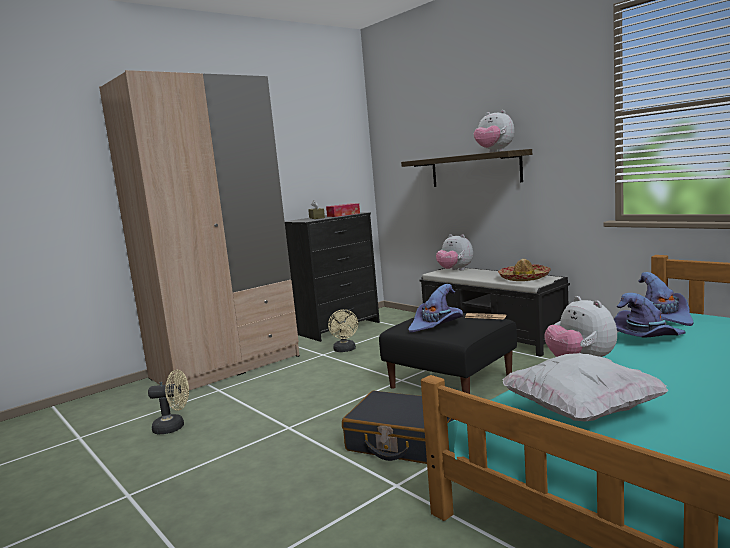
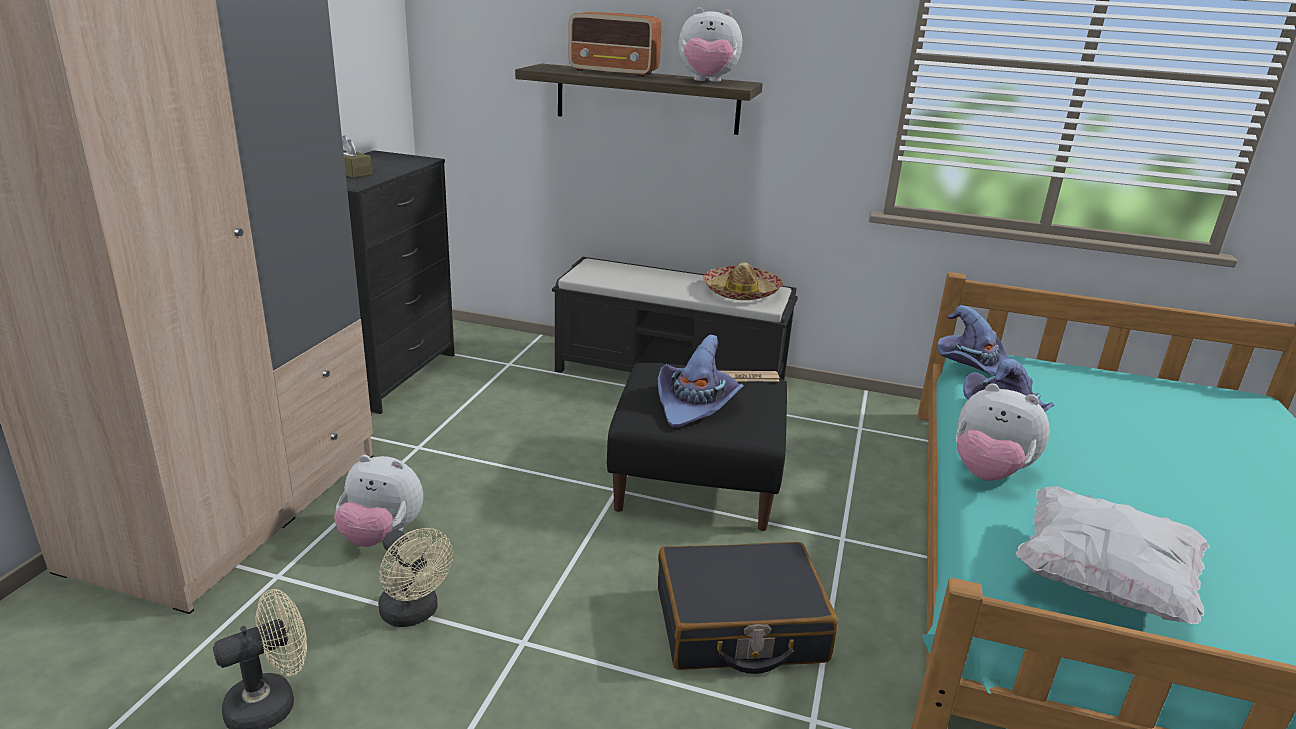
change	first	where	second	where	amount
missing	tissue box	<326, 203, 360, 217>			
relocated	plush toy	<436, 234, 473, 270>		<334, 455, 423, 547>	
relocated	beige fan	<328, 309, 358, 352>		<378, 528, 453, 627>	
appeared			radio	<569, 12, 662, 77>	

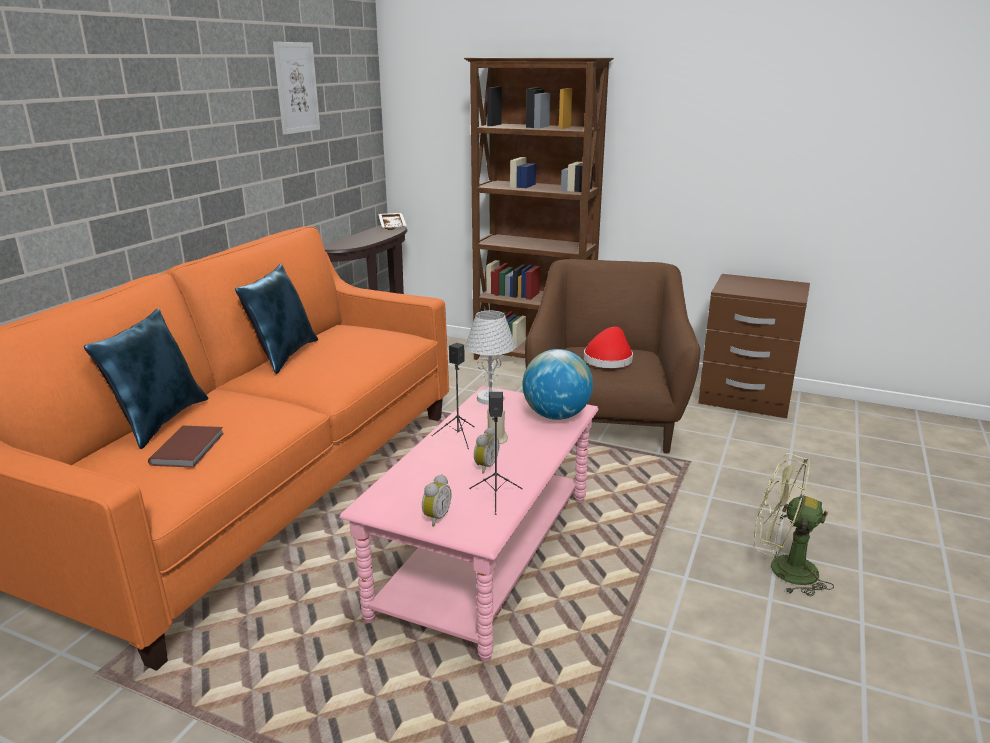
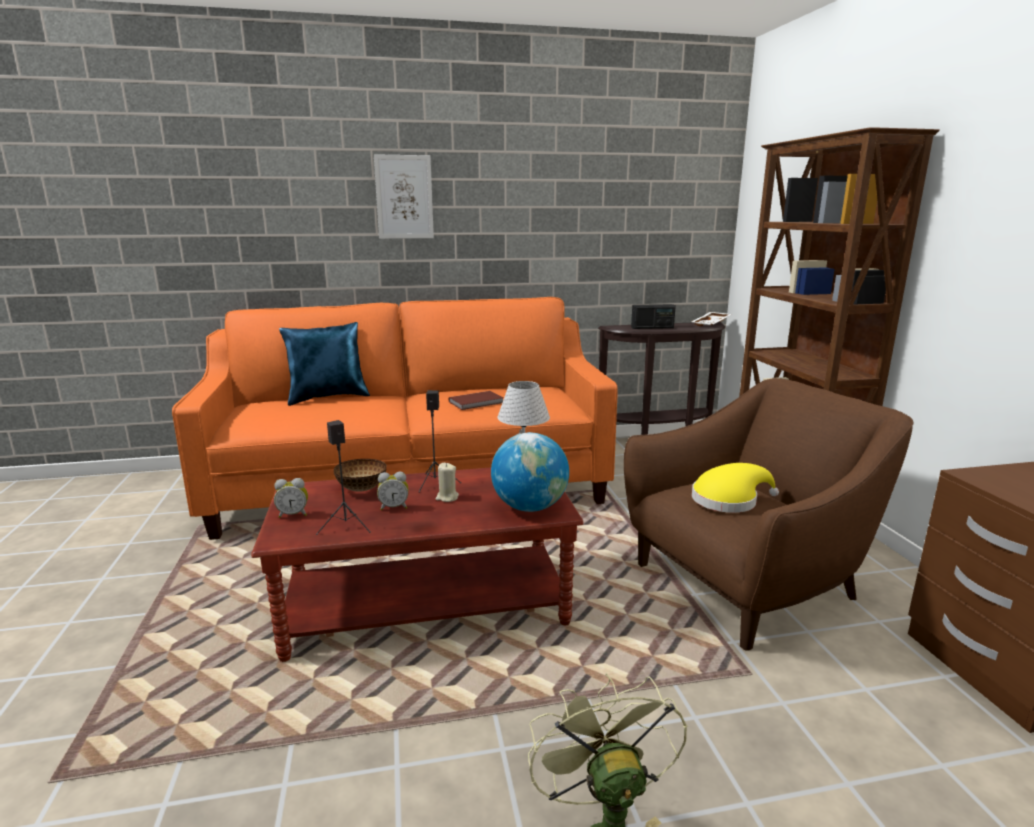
change	first	where	second	where	amount
relocated	picture	<273, 42, 320, 135>		<374, 154, 434, 239>	
missing	blue pillow	<235, 264, 318, 374>			
colour	red hat	<584, 327, 633, 368>	yellow hat	<692, 463, 779, 513>	
colour	pink coffee table	<340, 386, 598, 661>	brown coffee table	<251, 467, 583, 662>	
relocated	brown book	<148, 426, 224, 468>		<449, 391, 504, 410>	
appeared			radio	<631, 304, 676, 329>	
appeared			bowl	<334, 459, 386, 492>	

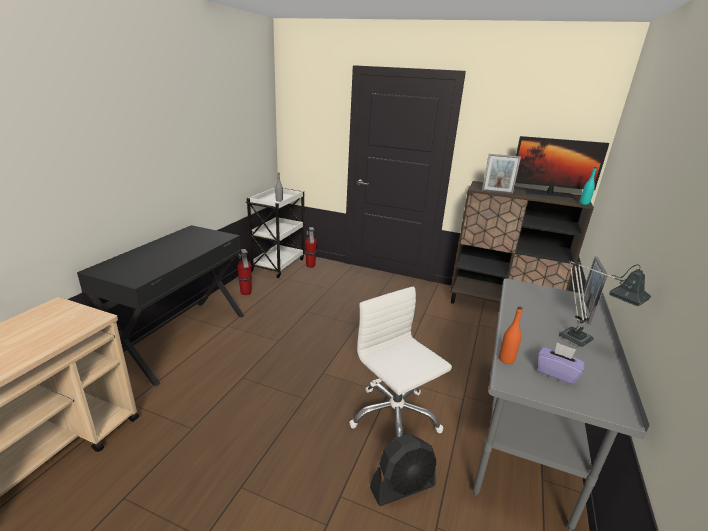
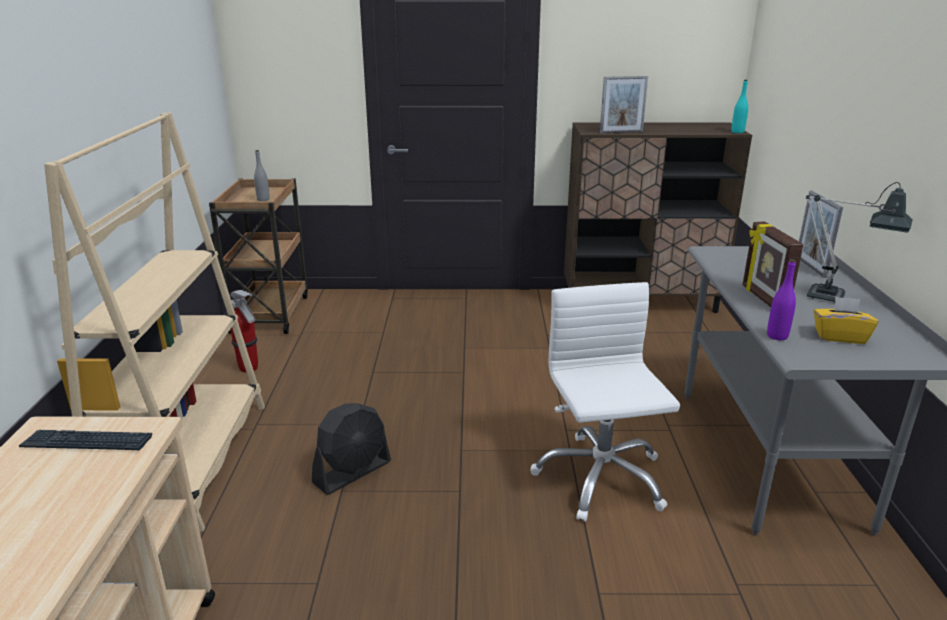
change	first	where	second	where	amount
missing	monitor	<515, 136, 609, 200>			
colour	white cart	<246, 188, 304, 278>	brown cart	<209, 178, 308, 334>	
exchanged	black desk	<77, 225, 244, 386>	beige bookcase	<44, 112, 265, 532>	
missing	fire extinguisher	<305, 227, 317, 268>			
spun	white office chair	<349, 286, 452, 438>		<531, 282, 680, 522>	45 degrees clockwise
colour	orange bottle	<499, 306, 522, 364>	purple bottle	<767, 259, 796, 340>	
colour	purple tissue box	<538, 342, 585, 385>	yellow tissue box	<814, 296, 879, 344>	
relocated	black fan	<370, 434, 436, 506>		<312, 403, 391, 495>	
appeared			picture frame	<742, 221, 803, 307>	
appeared			keyboard	<19, 430, 152, 450>	

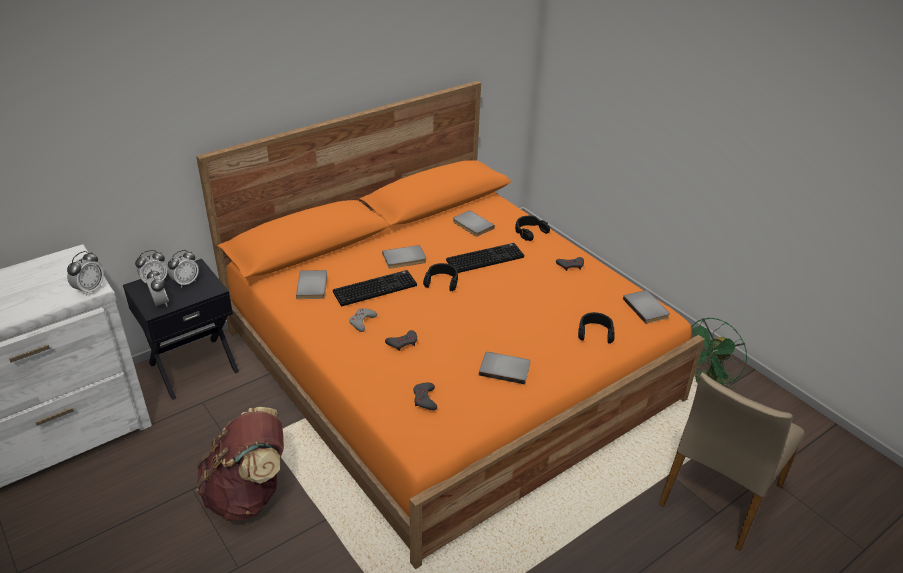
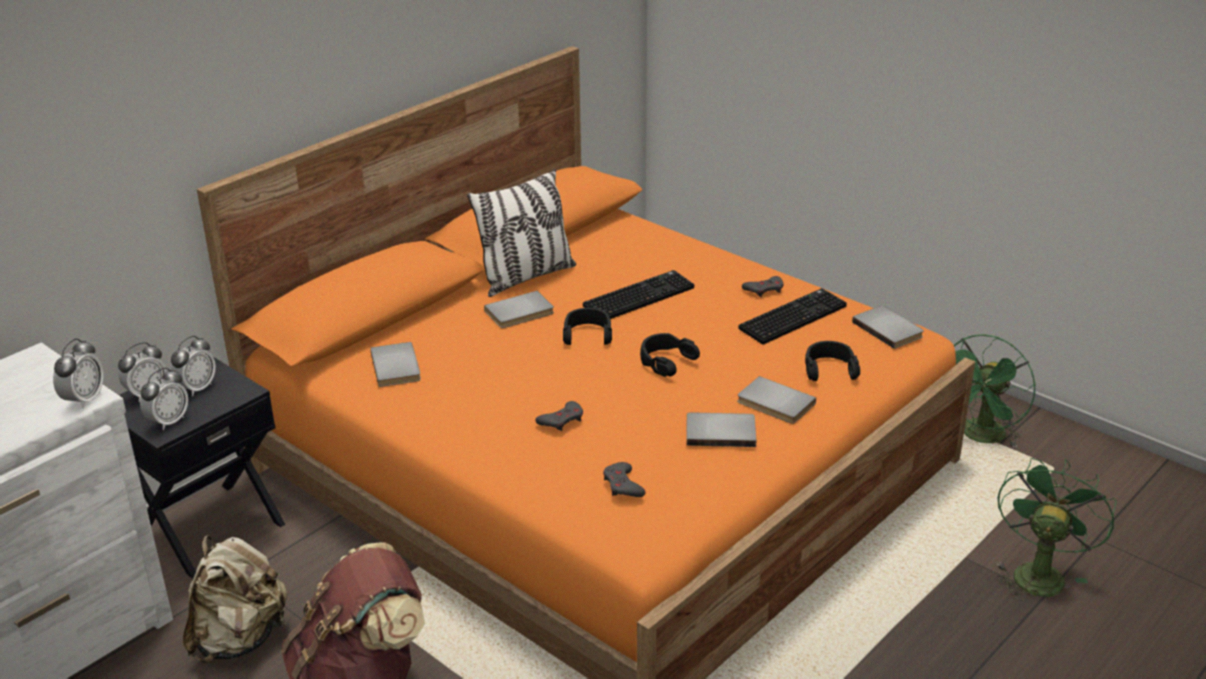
change	first	where	second	where	amount
relocated	grey book	<453, 210, 495, 237>		<737, 376, 816, 424>	
relocated	black headphones	<515, 216, 550, 241>		<640, 333, 700, 377>	
spun	alarm clock	<146, 269, 169, 306>		<140, 368, 188, 430>	75 degrees clockwise
relocated	keyboard	<333, 270, 417, 306>		<738, 288, 847, 345>	
missing	grey game controller	<349, 308, 377, 332>			
exchanged	beige chair	<659, 373, 805, 551>	green fan	<996, 458, 1116, 601>	
appeared			pillow	<467, 169, 576, 297>	
appeared			beige backpack	<183, 535, 287, 663>	

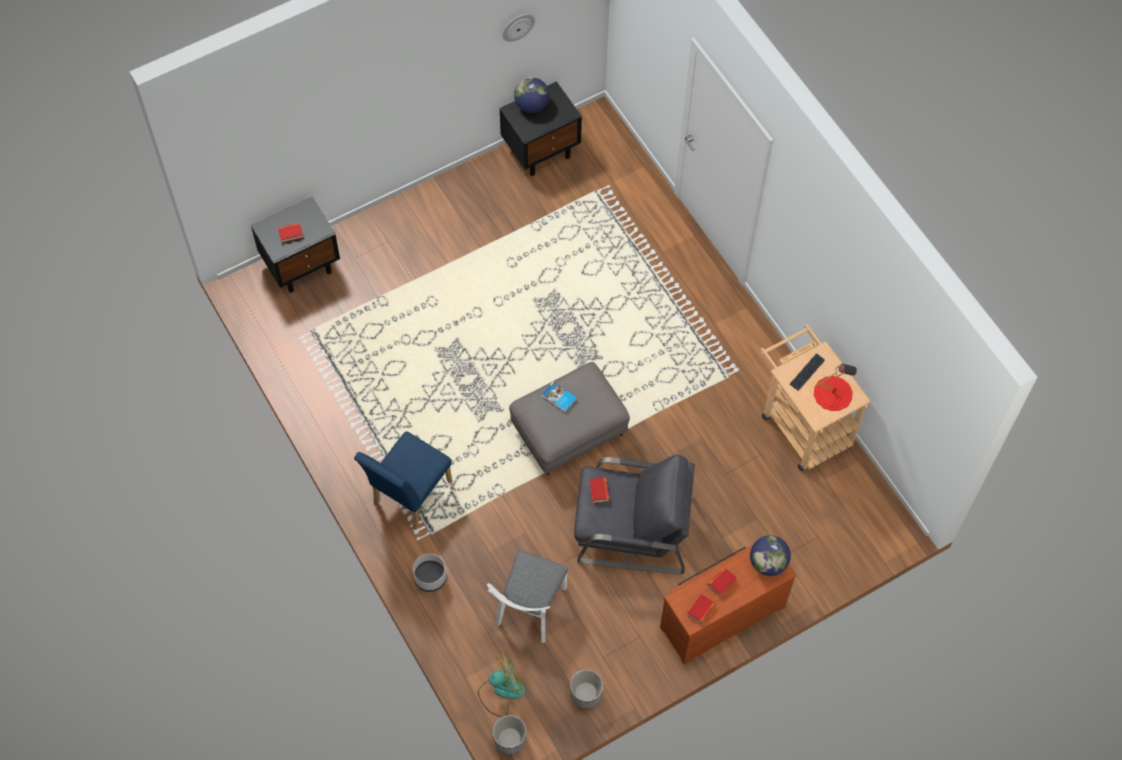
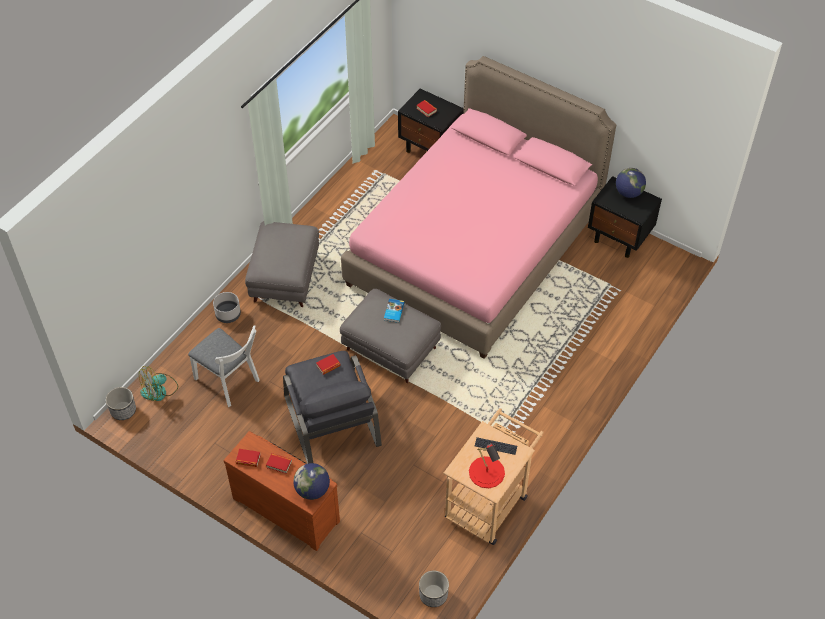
change	first	where	second	where	amount
missing	wall clock	<503, 14, 535, 42>			
exchanged	blue chair	<354, 431, 453, 530>	grey ottoman	<245, 221, 319, 307>	
spun	white chair	<487, 550, 568, 643>		<188, 325, 260, 407>	135 degrees counterclockwise
spun	fan	<478, 652, 525, 717>		<139, 366, 178, 401>	105 degrees clockwise
relocated	planter	<570, 669, 603, 709>		<419, 571, 449, 607>	
appeared			pink bed	<341, 56, 616, 359>	

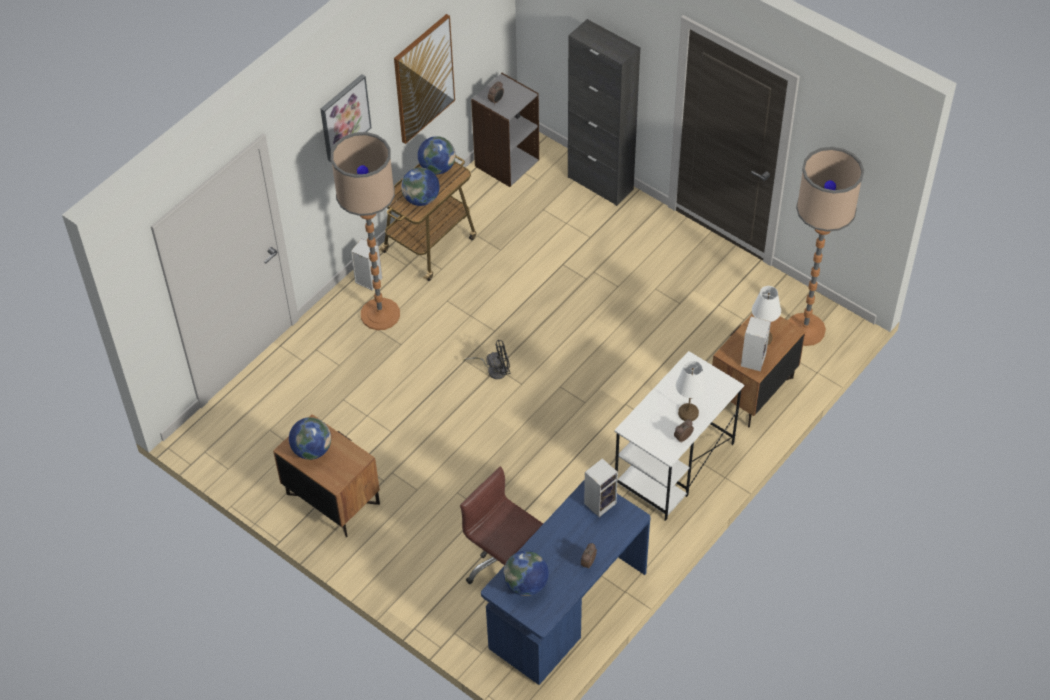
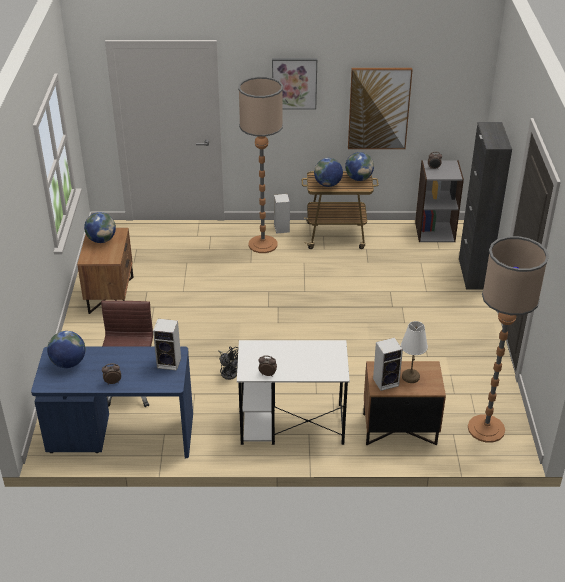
change	first	where	second	where	amount
relocated	black fan	<464, 340, 511, 379>		<218, 347, 238, 380>	
missing	white table lamp	<676, 361, 707, 421>			

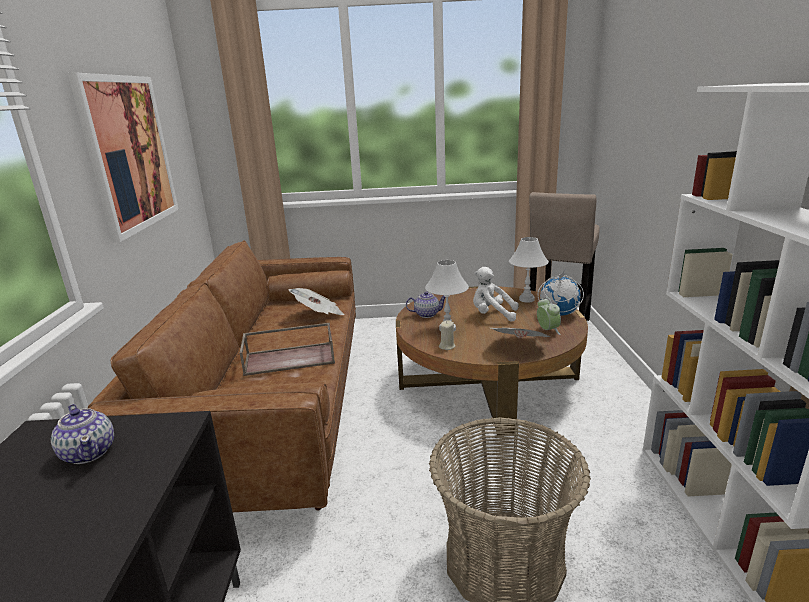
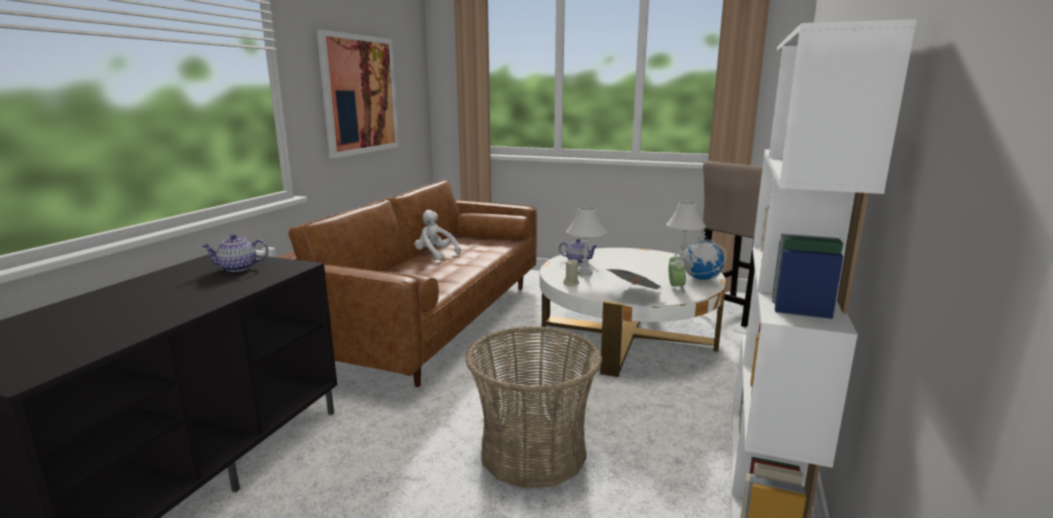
change	first	where	second	where	amount
relocated	white plush toy	<473, 267, 519, 322>		<414, 210, 461, 260>	
colour	brown coffee table	<396, 286, 588, 435>	white coffee table	<540, 248, 726, 377>	
missing	newspaper	<288, 288, 344, 315>			
missing	brown tray	<240, 323, 335, 376>			
spun	teapot	<51, 404, 114, 464>		<202, 234, 269, 272>	90 degrees clockwise

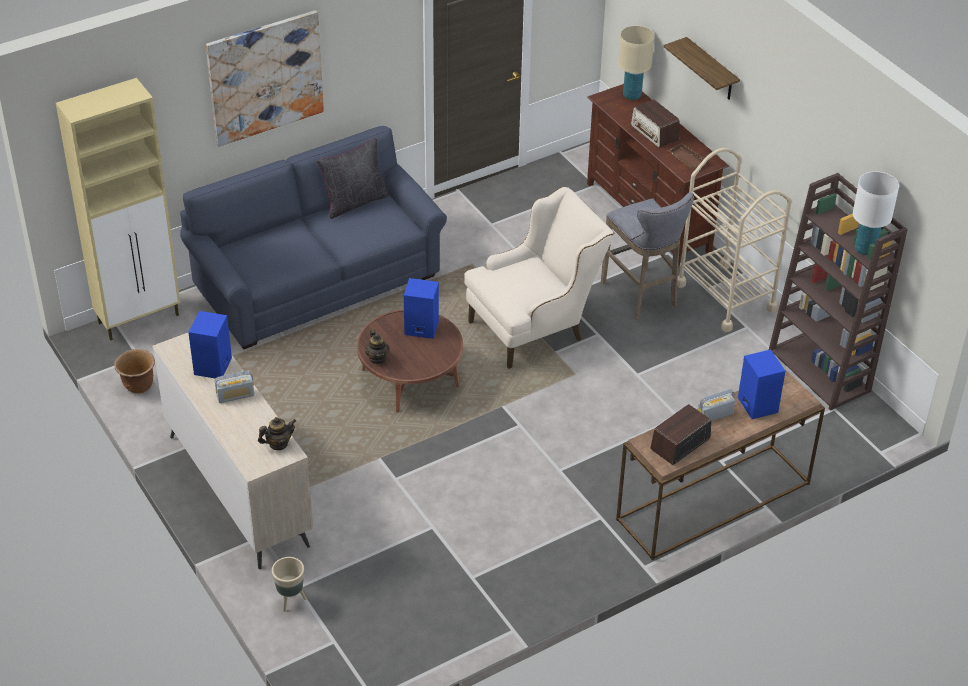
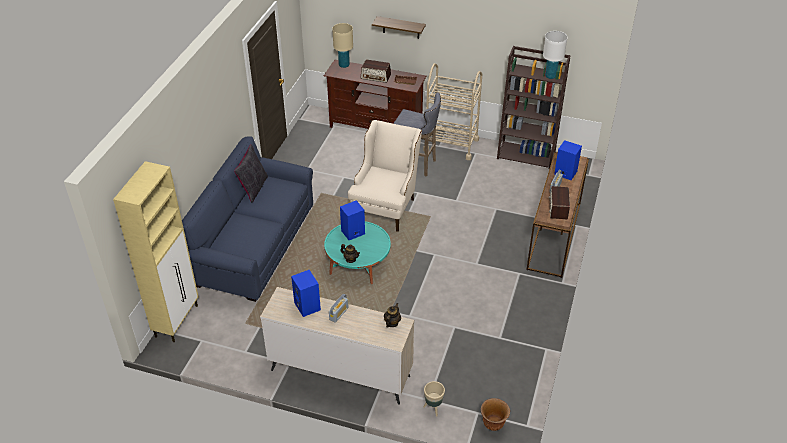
change	first	where	second	where	amount
missing	picture	<206, 10, 324, 147>			
colour	brown coffee table	<357, 309, 463, 413>	turquoise coffee table	<324, 221, 391, 284>	
relocated	brown planter	<114, 349, 155, 393>		<481, 398, 510, 431>	

